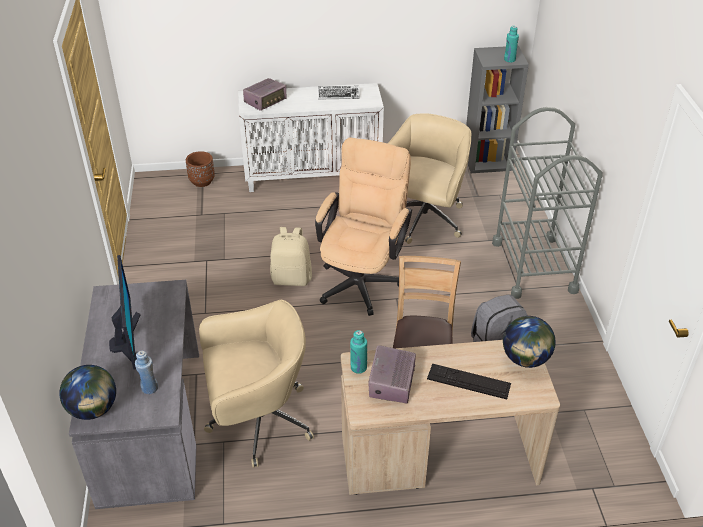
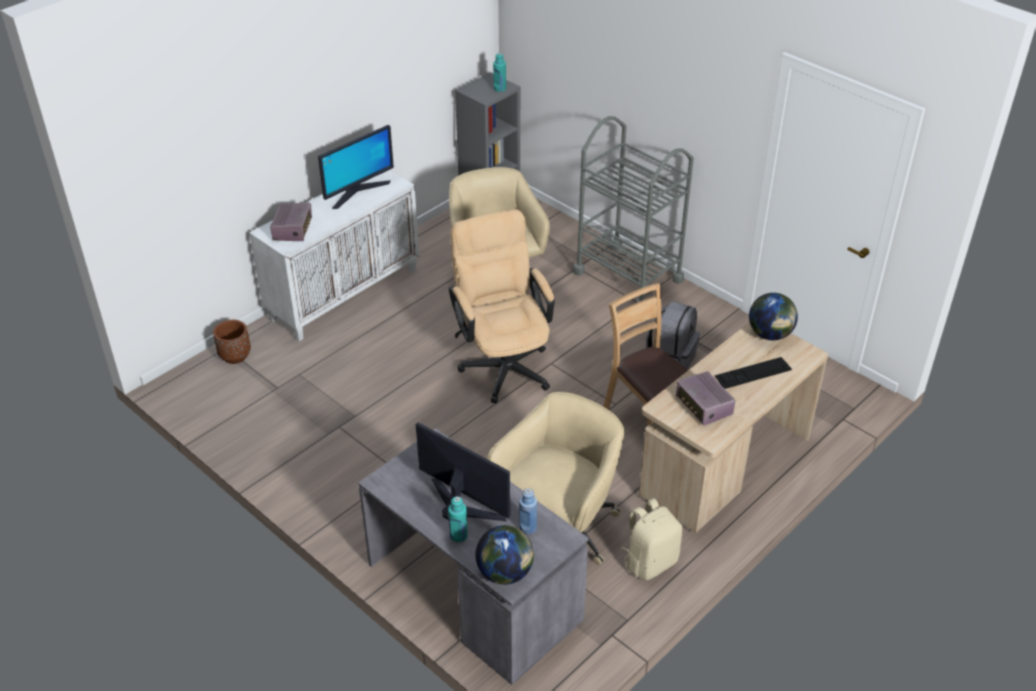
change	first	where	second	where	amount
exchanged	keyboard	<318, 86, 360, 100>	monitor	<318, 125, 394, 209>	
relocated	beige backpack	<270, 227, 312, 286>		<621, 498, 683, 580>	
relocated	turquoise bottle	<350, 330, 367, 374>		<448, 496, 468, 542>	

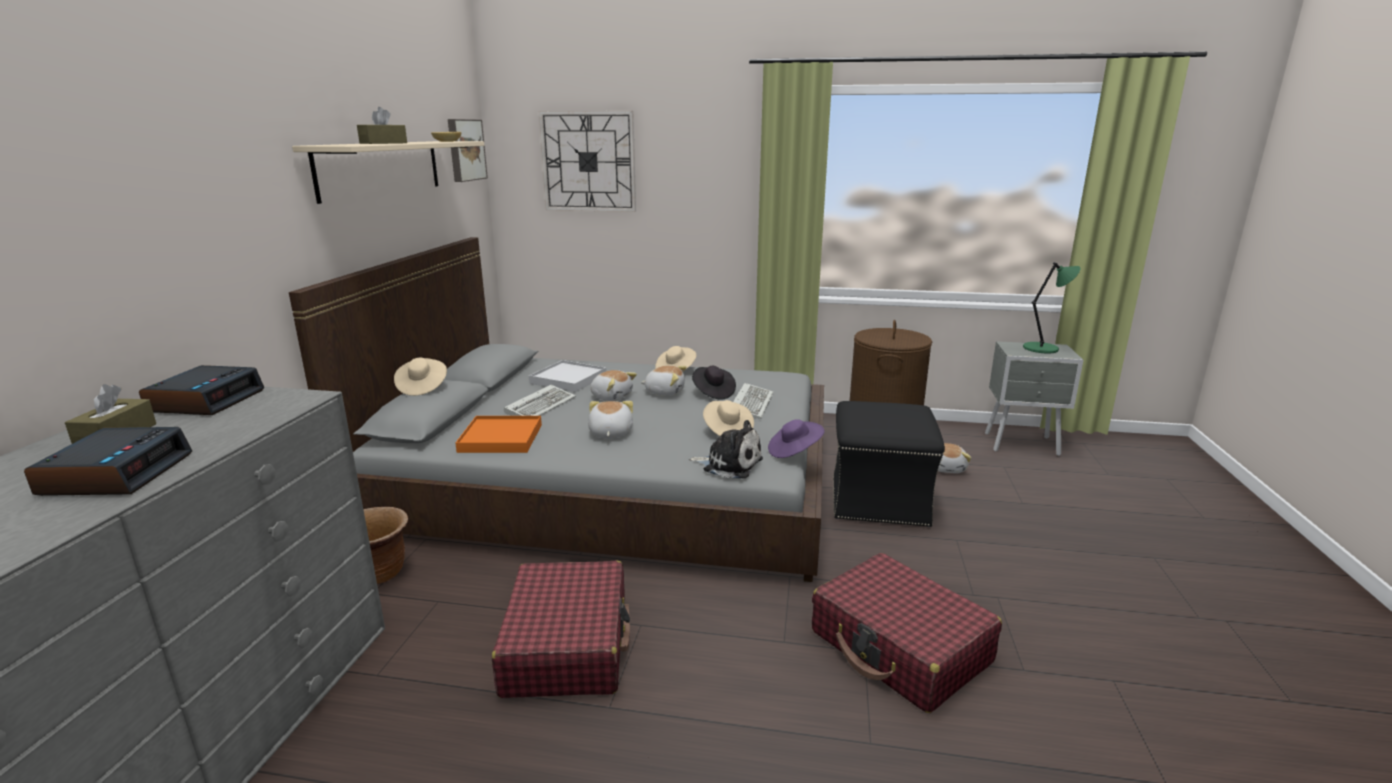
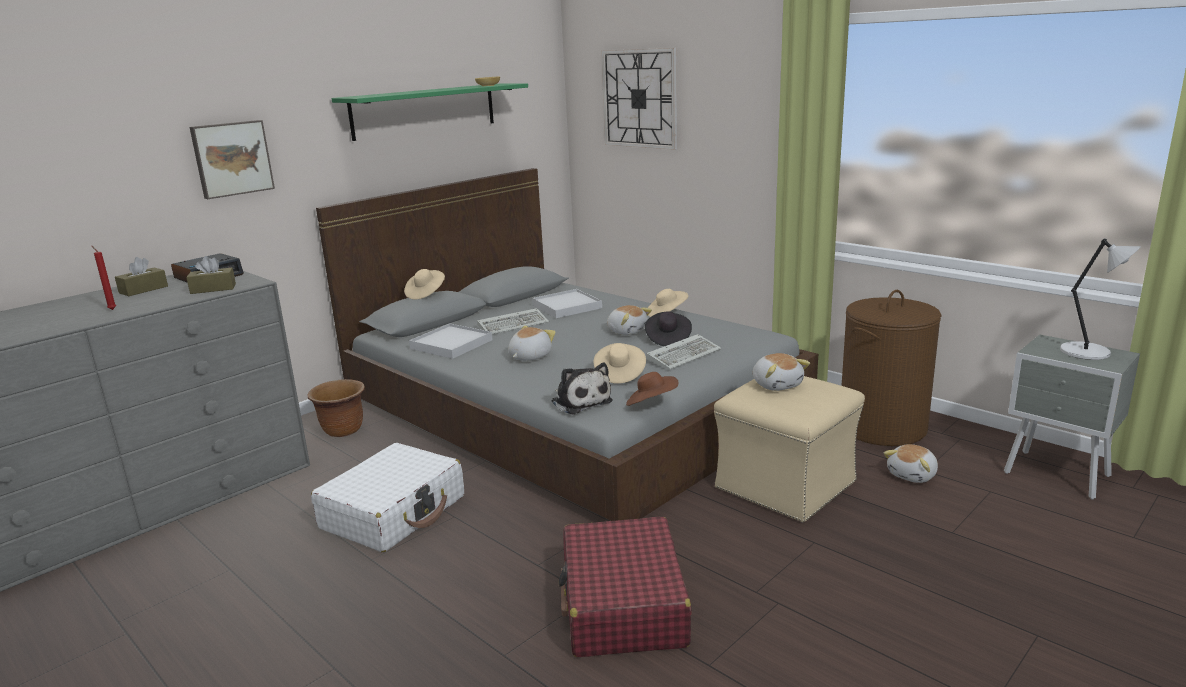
change	first	where	second	where	amount
relocated	brown tissue box	<357, 107, 407, 144>		<186, 256, 236, 294>	
relocated	picture	<448, 119, 488, 182>		<189, 120, 275, 199>	
colour	beige shelf	<292, 141, 484, 204>	green shelf	<331, 83, 528, 141>	
colour	green table lamp	<1023, 262, 1080, 353>	grey table lamp	<1060, 238, 1141, 360>	
relocated	plush toy	<590, 370, 637, 401>		<753, 353, 810, 391>	
colour	black ottoman	<833, 401, 945, 527>	beige ottoman	<714, 376, 865, 523>	
colour	orange tray	<455, 416, 542, 453>	white tray	<409, 323, 492, 359>	
colour	purple hat	<768, 419, 825, 458>	brown hat	<626, 372, 679, 406>	
exchanged	alarm clock	<24, 427, 192, 496>	red candle	<92, 246, 116, 310>	
colour	red suitcase	<492, 560, 630, 698>	white suitcase	<311, 443, 464, 552>	

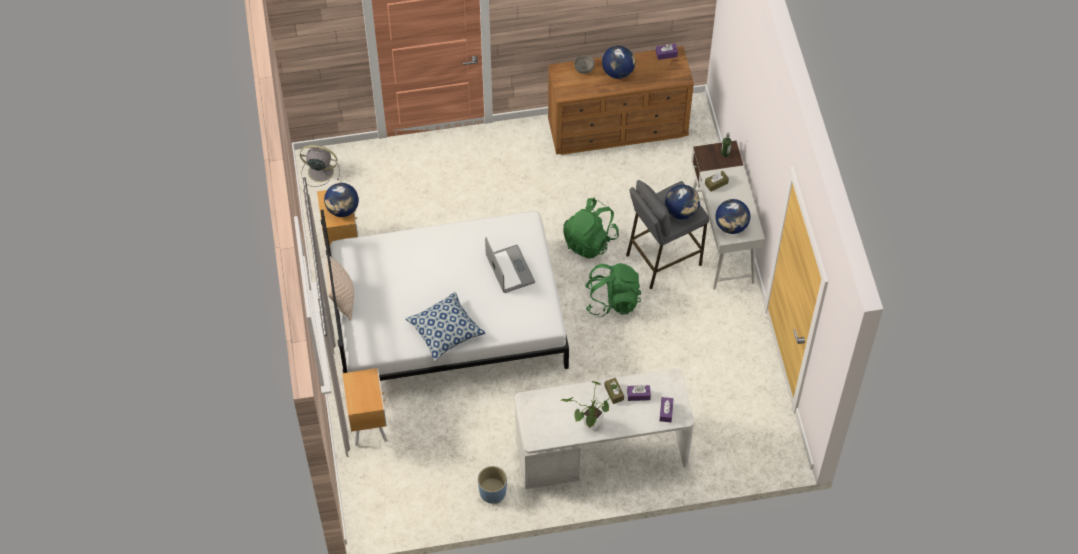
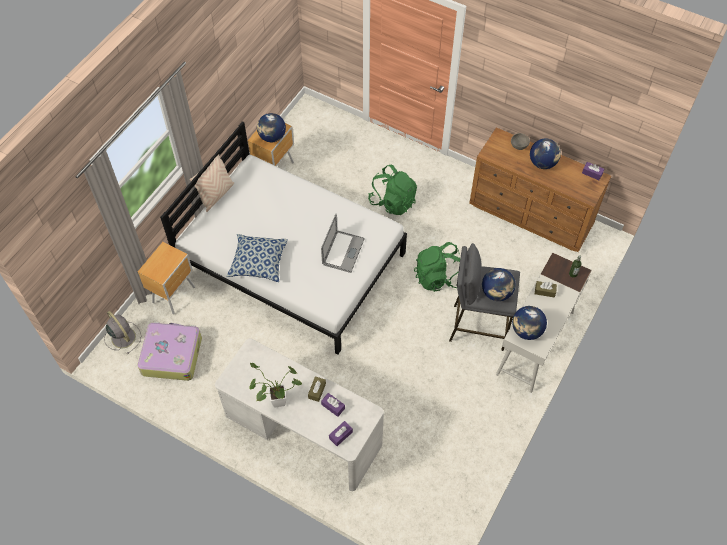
change	first	where	second	where	amount
relocated	grey fan	<300, 145, 340, 187>		<104, 311, 141, 354>	
relocated	green backpack	<585, 263, 641, 317>		<368, 165, 417, 215>	
missing	blue planter	<478, 466, 507, 504>			
appeared			suitcase	<138, 322, 202, 381>	

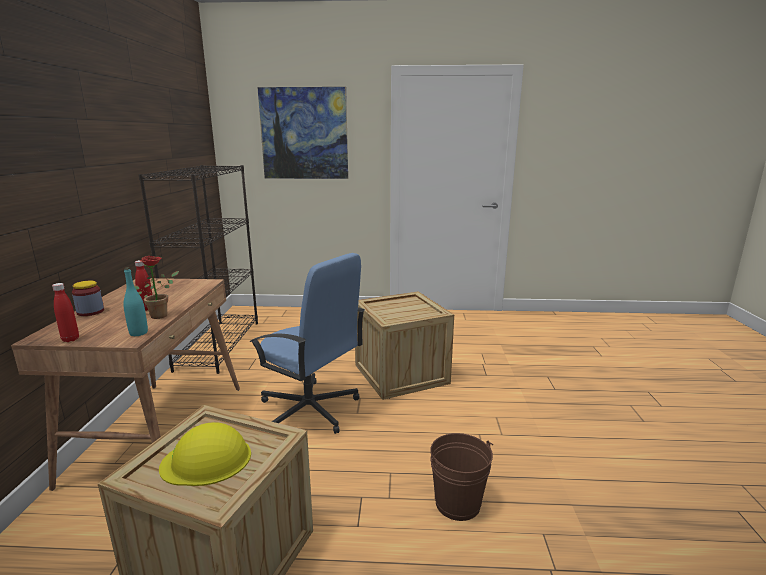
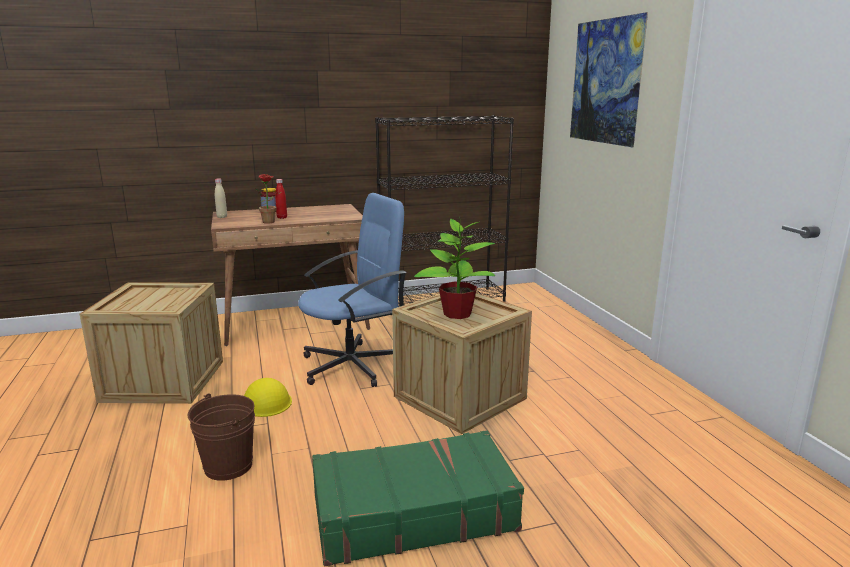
change	first	where	second	where	amount
spun	blue office chair	<249, 253, 365, 434>		<298, 193, 407, 387>	135 degrees counterclockwise
missing	turquoise bottle	<123, 267, 148, 336>			
colour	red bottle	<52, 283, 79, 342>	beige bottle	<215, 179, 227, 218>	
relocated	yellow hard hat	<159, 422, 251, 486>		<244, 378, 292, 417>	
appeared			potted plant	<414, 217, 495, 319>	
appeared			green suitcase	<312, 430, 524, 566>	

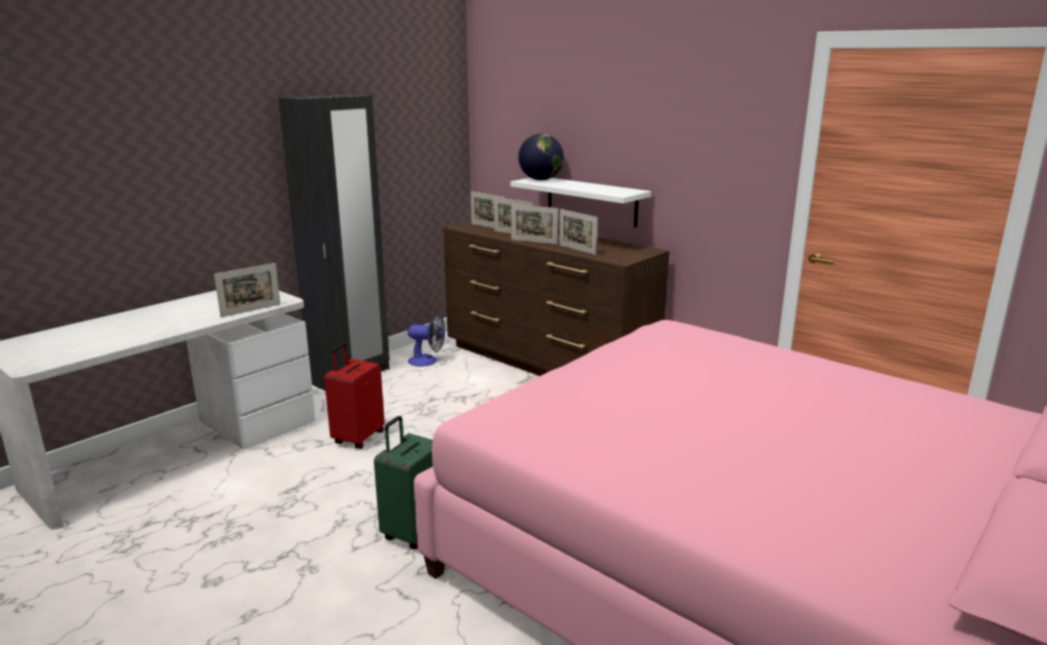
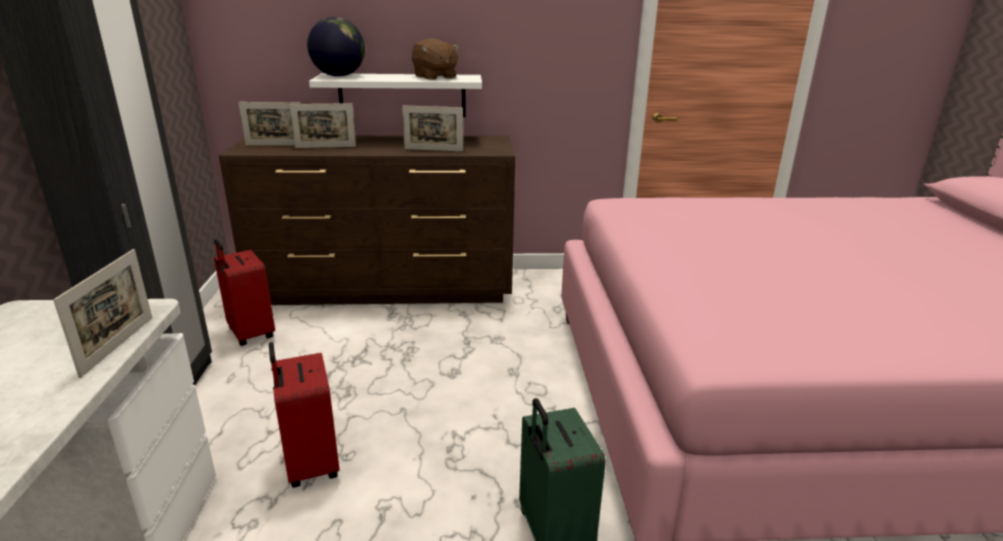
change	first	where	second	where	amount
missing	picture frame	<511, 204, 558, 244>			
exchanged	fan	<408, 314, 445, 367>	red suitcase	<214, 239, 275, 346>	
appeared			brown plush toy	<412, 38, 460, 80>	

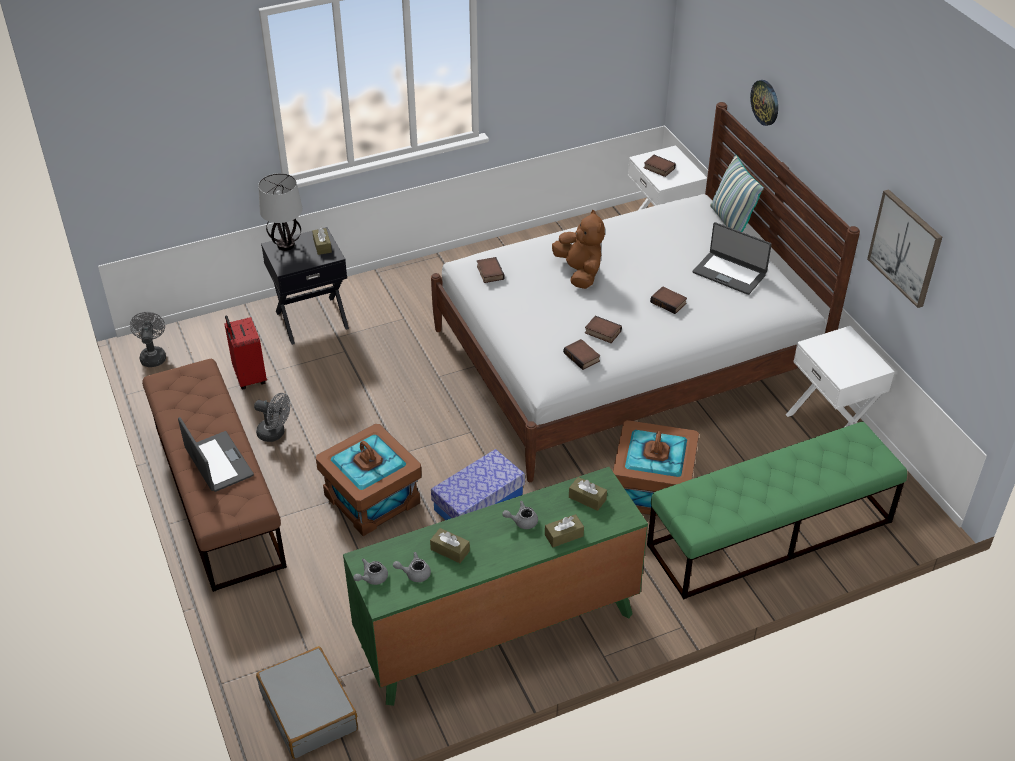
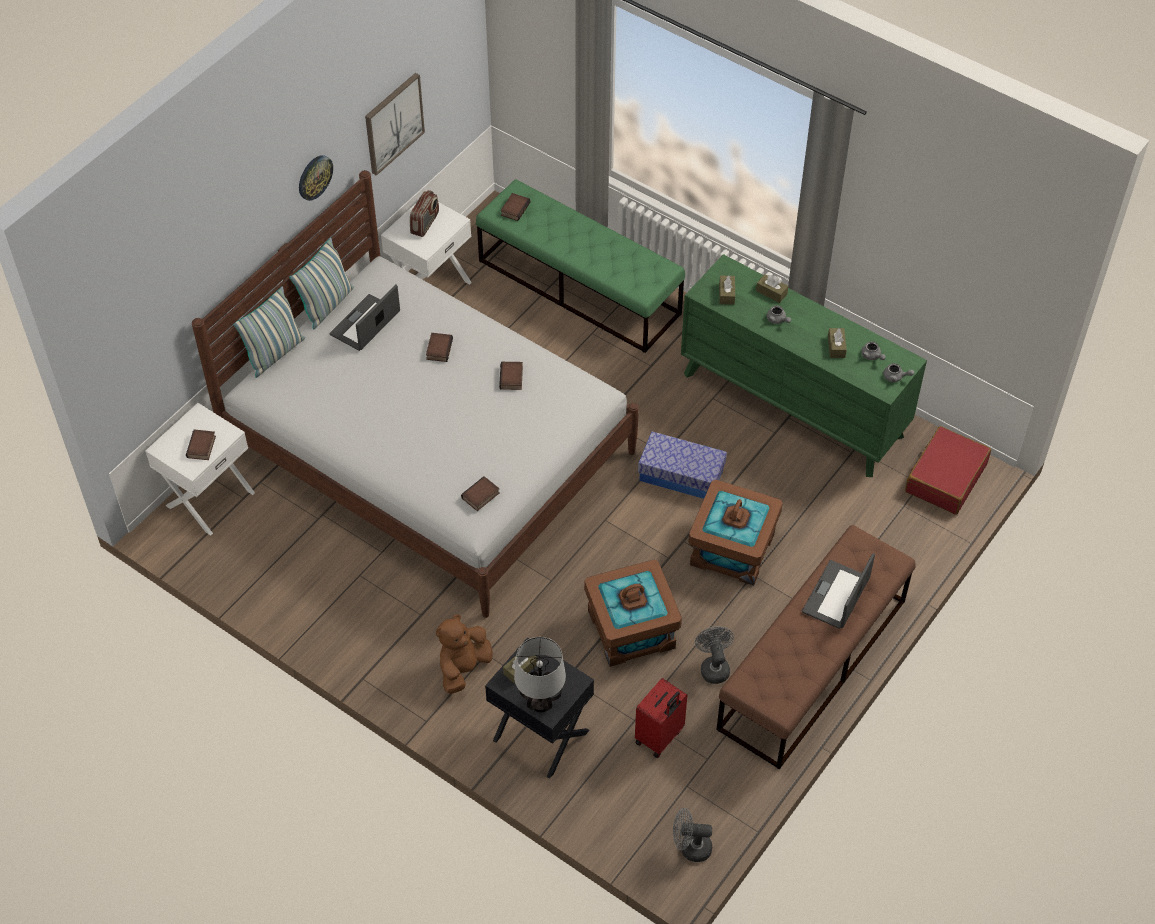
change	first	where	second	where	amount
relocated	wall clock	<750, 80, 778, 126>		<299, 155, 333, 201>	
relocated	brown plush toy	<552, 210, 605, 289>		<436, 614, 493, 694>	
spun	laptop	<693, 222, 772, 295>		<329, 284, 400, 351>	150 degrees counterclockwise
spun	grey fan	<130, 312, 166, 367>		<673, 808, 712, 862>	45 degrees clockwise
relocated	book	<563, 339, 600, 370>		<501, 193, 530, 221>	
relocated	brown storage box	<613, 420, 699, 516>		<584, 560, 682, 667>	
colour	grey suitcase	<256, 646, 358, 759>	red suitcase	<905, 426, 991, 515>	
appeared			radio	<410, 190, 439, 237>	
appeared			pillow	<289, 237, 354, 330>	

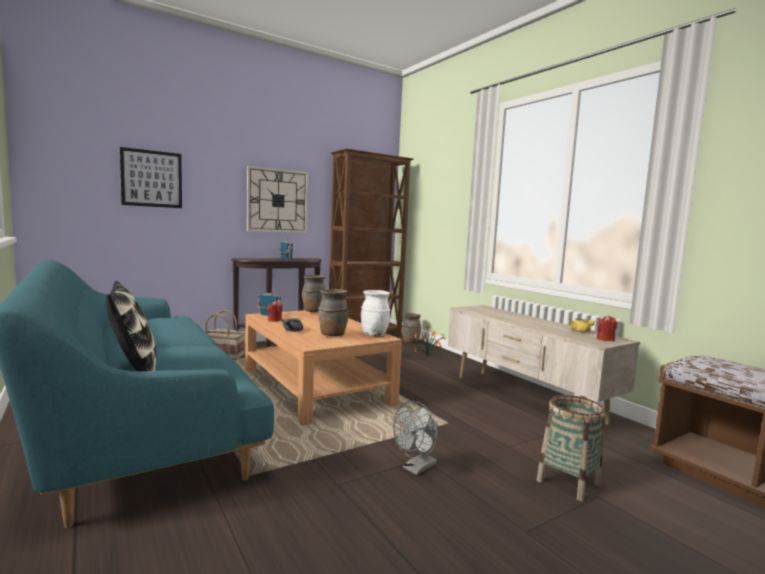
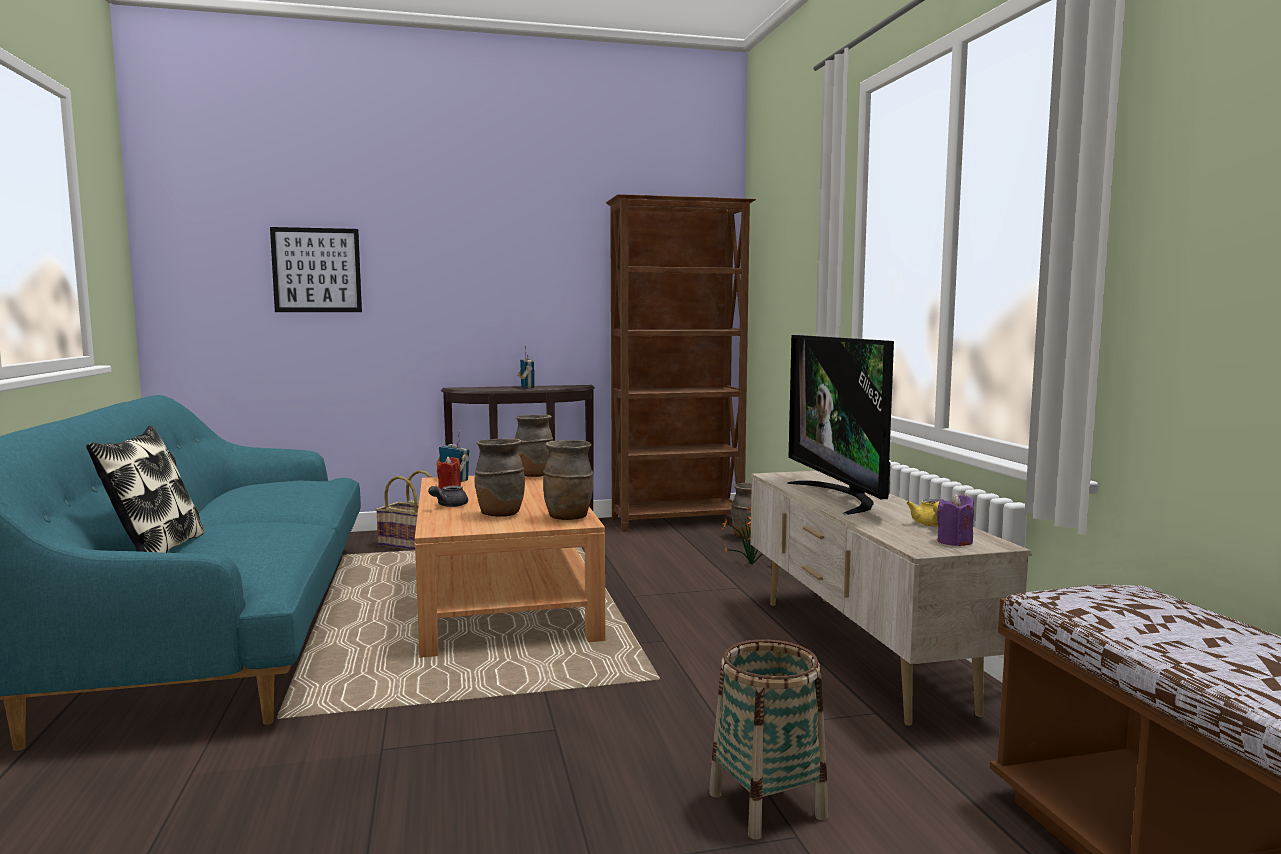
change	first	where	second	where	amount
missing	wall clock	<247, 166, 308, 233>			
colour	white vase	<361, 290, 390, 337>	brown vase	<543, 440, 593, 520>	
colour	red candle	<597, 315, 617, 341>	purple candle	<937, 493, 974, 546>	
missing	grey fan	<393, 401, 438, 475>			
appeared			television	<787, 335, 894, 515>	

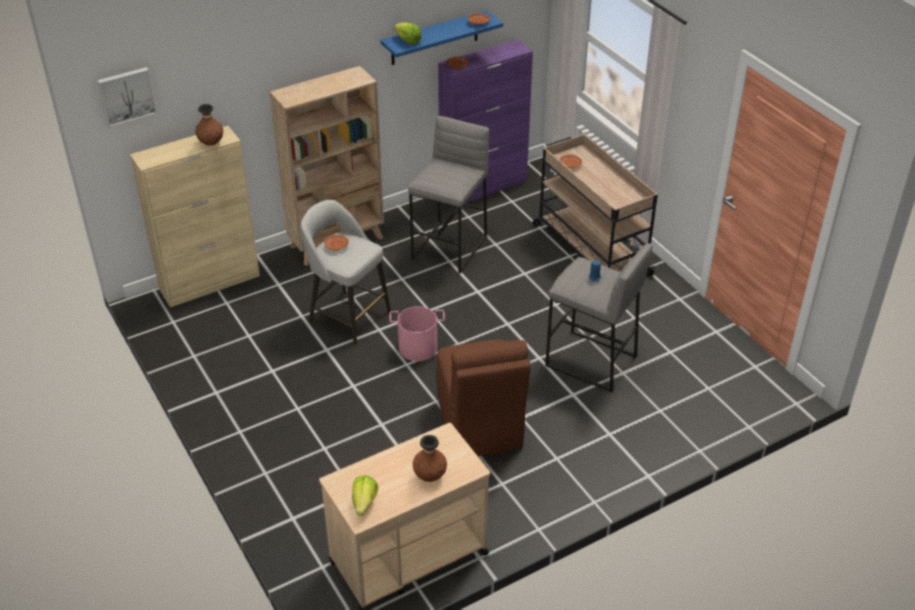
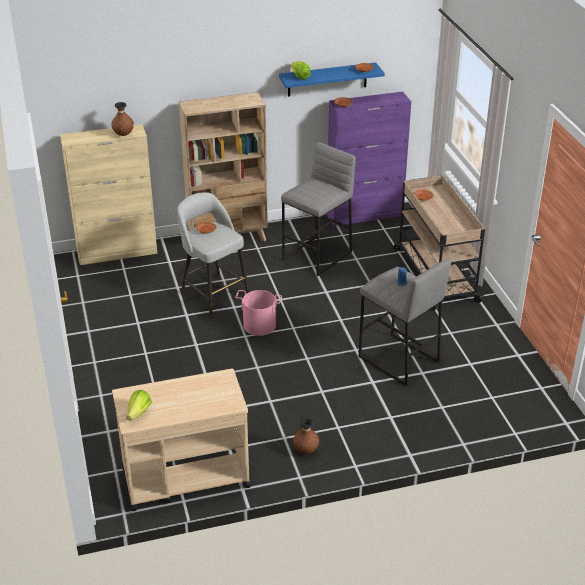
change	first	where	second	where	amount
missing	picture	<97, 67, 157, 127>			
missing	brown chair	<436, 339, 531, 456>			
relocated	brown vase	<412, 435, 447, 482>		<293, 417, 319, 454>	

